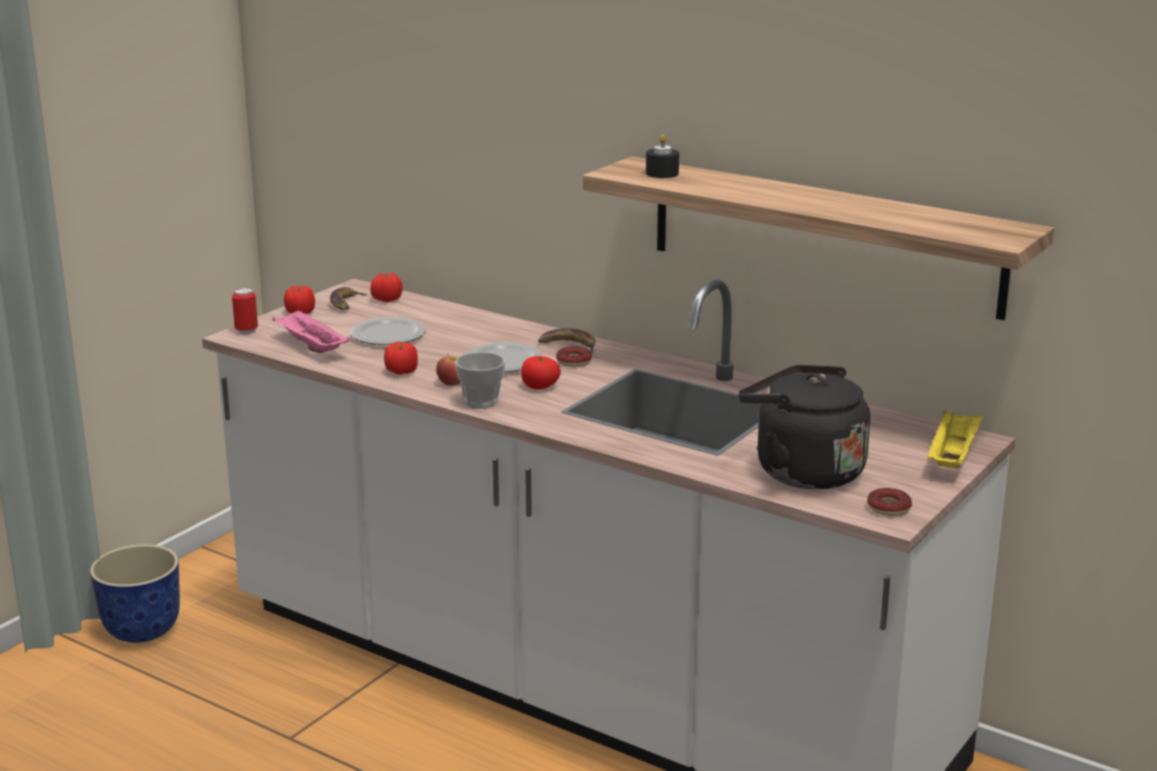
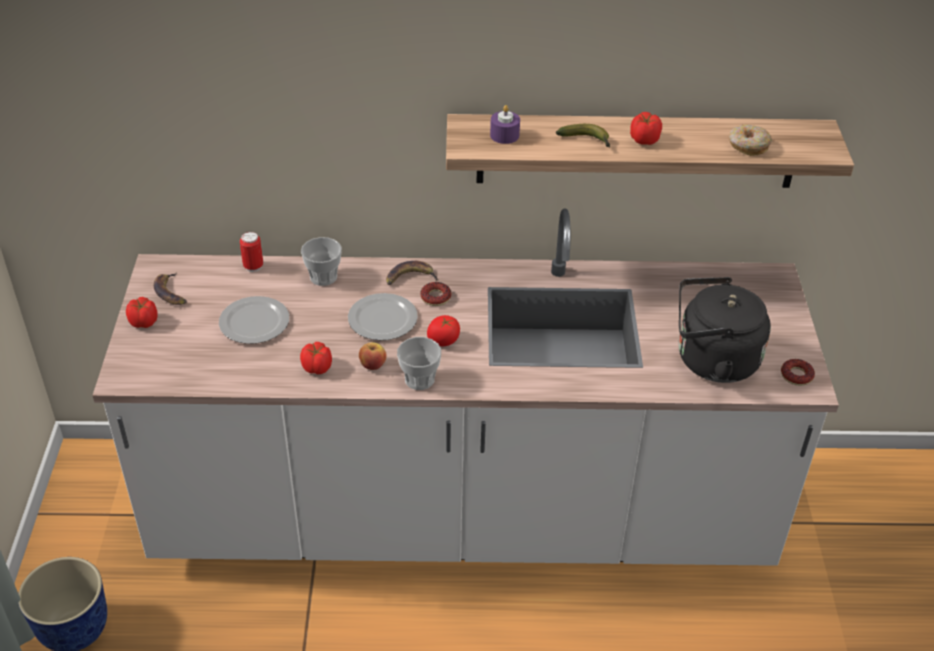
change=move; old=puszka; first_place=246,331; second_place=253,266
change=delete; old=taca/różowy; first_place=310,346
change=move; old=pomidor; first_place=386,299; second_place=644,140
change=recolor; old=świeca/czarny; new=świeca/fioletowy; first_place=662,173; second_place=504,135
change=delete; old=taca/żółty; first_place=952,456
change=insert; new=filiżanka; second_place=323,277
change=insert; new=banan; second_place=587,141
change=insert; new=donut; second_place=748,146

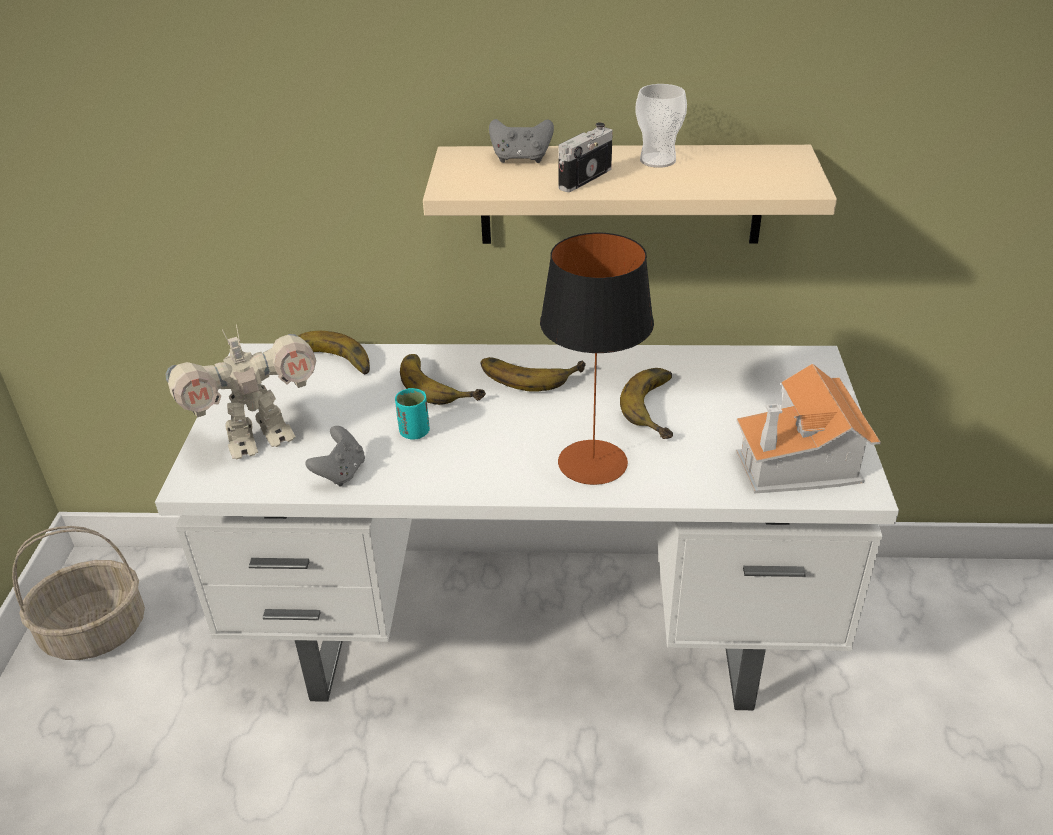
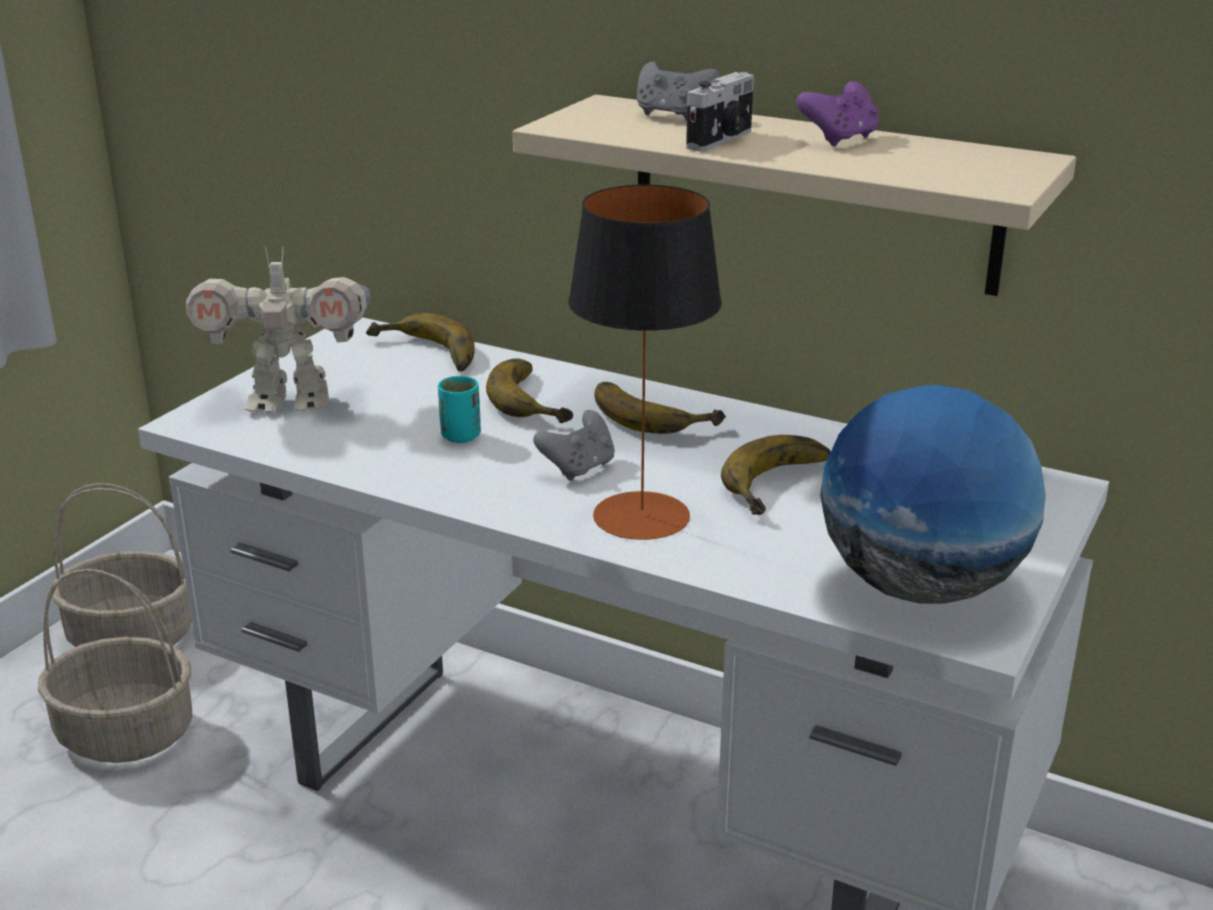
change=move; old=pad do gier/szary; first_place=341,473; second_place=579,468
change=rotate; old=aparat fotograficzny; first_place=583,178; second_place=722,140; degrees=150
change=replace; old=filiżanka; new=pad do gier/fioletowy; first_place=657,160; second_place=840,139
change=replace; old=domek; new=globus; first_place=800,462; second_place=920,587
change=insert; new=koszyk; second_place=124,734

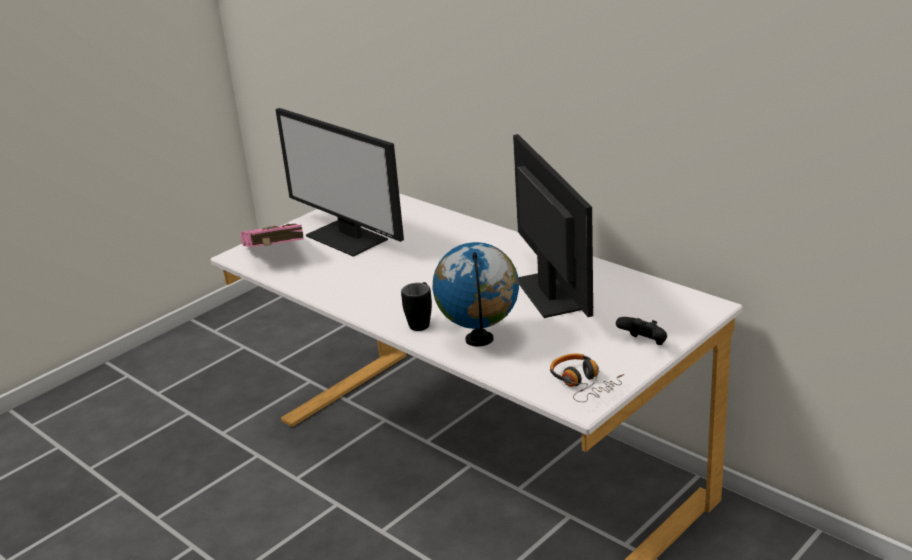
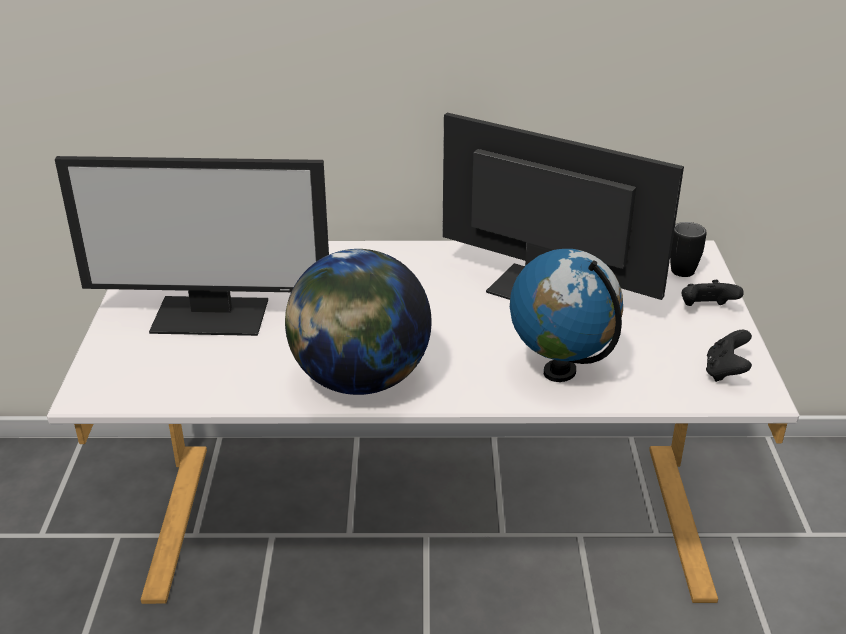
change=delete; old=książka/różowy; first_place=274,256
change=move; old=kubek/czarny; first_place=421,322; second_place=677,267
change=replace; old=słuchawki; new=pad do gier/czarny; first_place=583,384; second_place=725,372
change=insert; new=globus; second_place=360,380

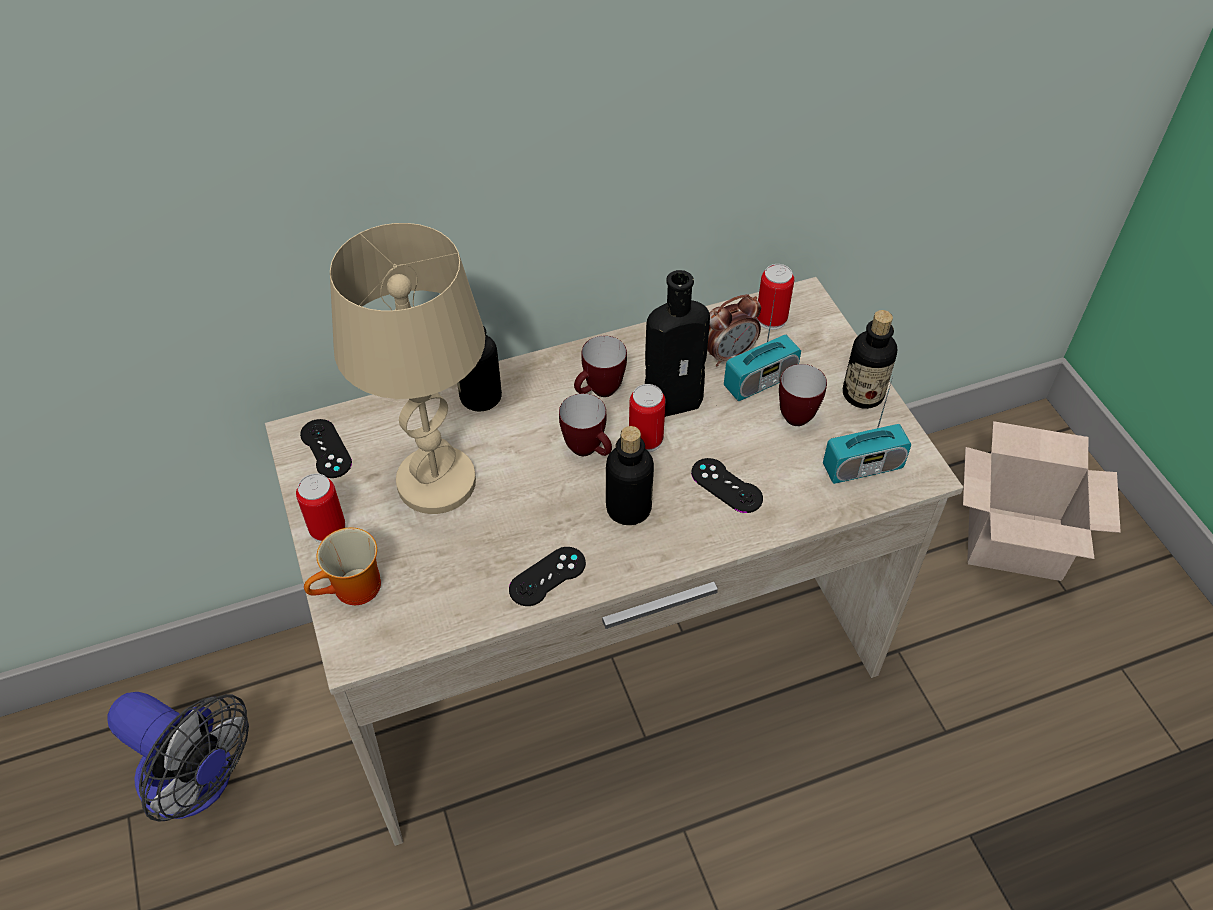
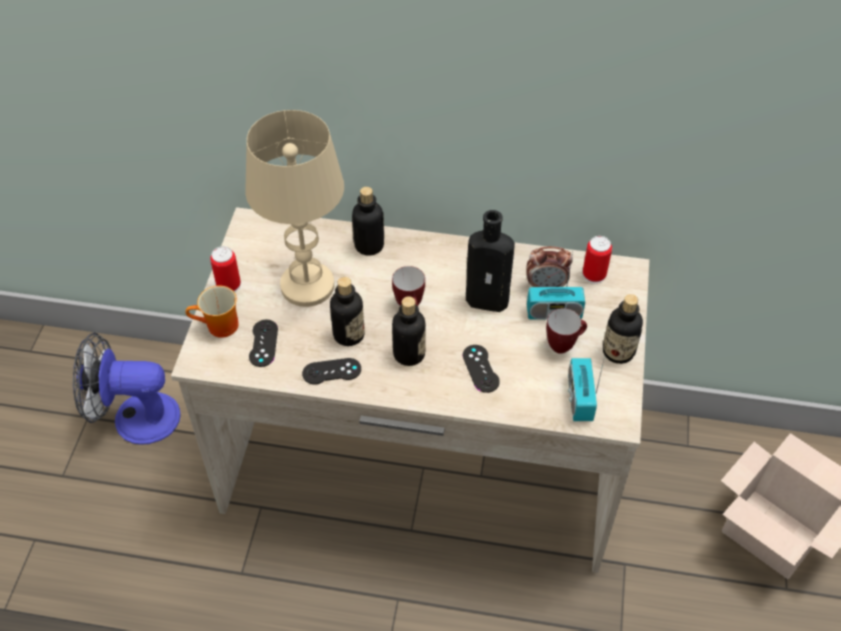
change=rotate; old=wentylator; first_place=198,782; second_place=134,418; degrees=120
change=move; old=pad do gier/czarny; first_place=326,449; second_place=263,343
change=delete; old=kubek; first_place=599,393
change=delete; old=puszka; first_place=645,439
change=rotate; old=radio; first_place=862,467; second_place=579,398; degrees=75
change=insert; new=butelka; second_place=348,334

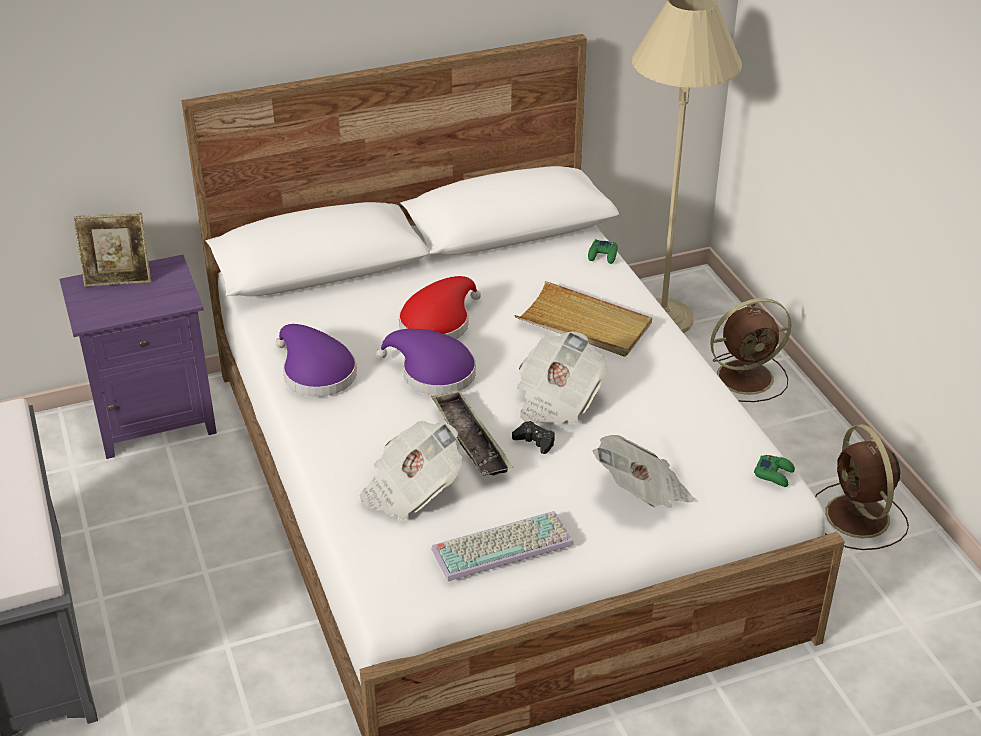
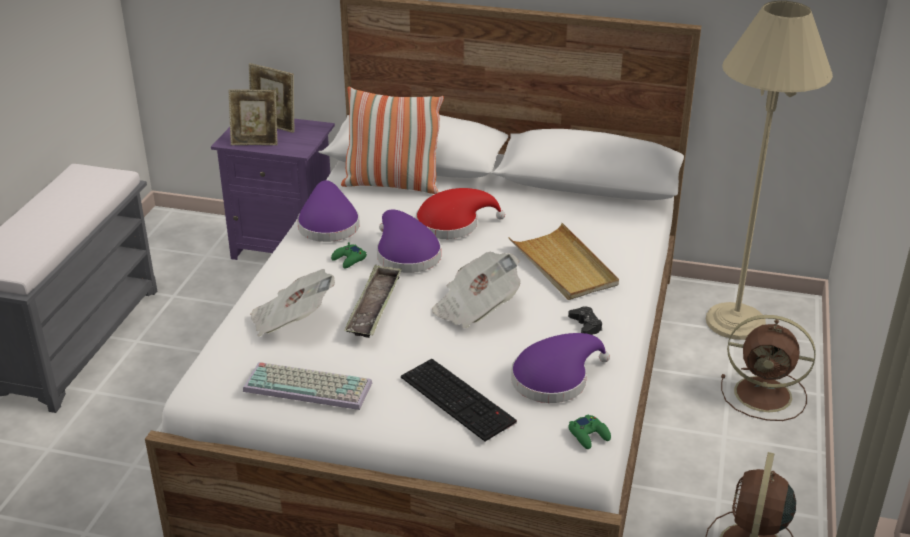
change=move; old=pad do gier/czarny; first_place=535,441; second_place=585,325
change=move; old=pad do gier/zielony; first_place=603,255; second_place=349,260
change=replace; old=gazeta; new=klawiatura; first_place=642,493; second_place=459,399
change=insert; new=ramka na zdjęcie; second_place=255,141
change=insert; new=poduszka; second_place=392,185
change=insert; new=kapelusz/fioletowy; second_place=554,379

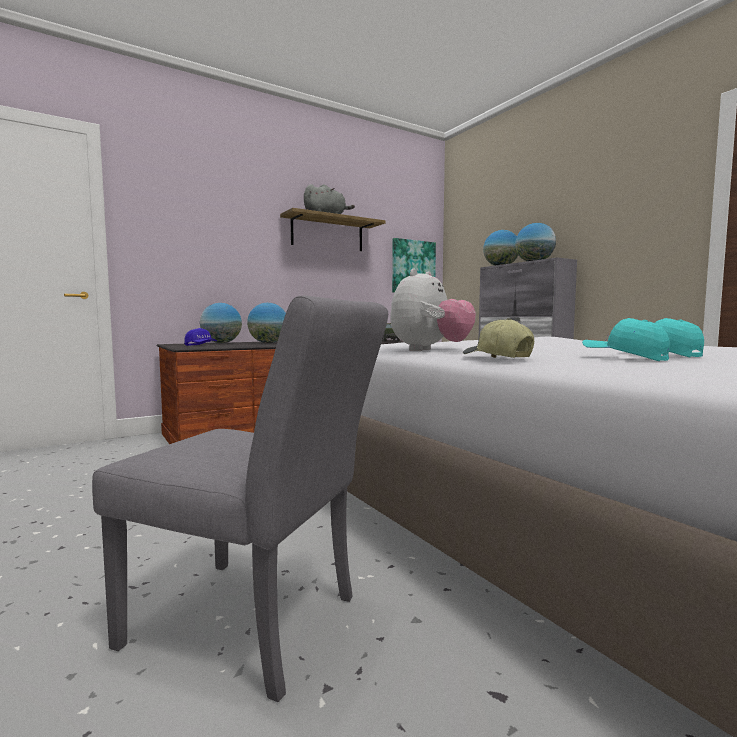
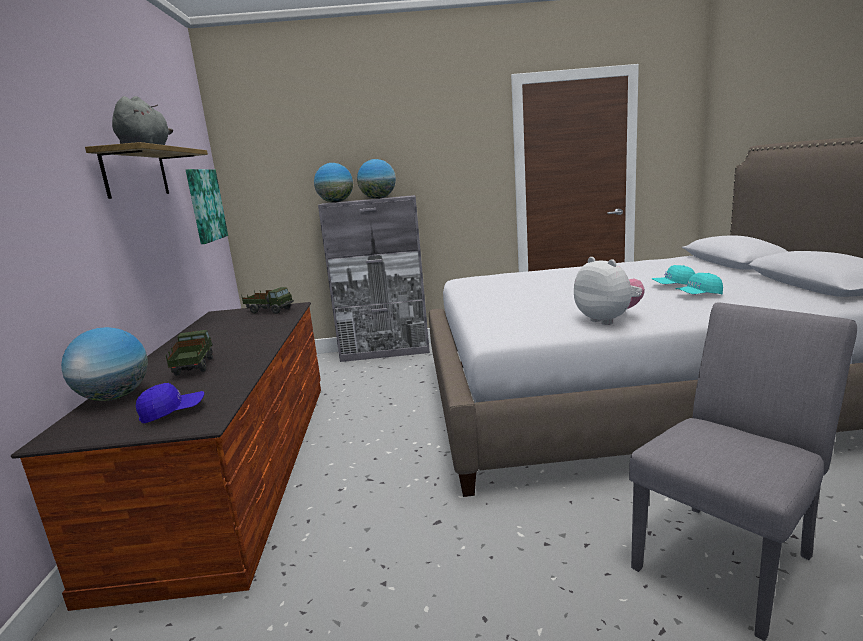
change=replace; old=globus; new=ciężarówka zabawkowa; first_place=268,343; second_place=194,367
change=delete; old=czapka z daszkiem; first_place=496,358

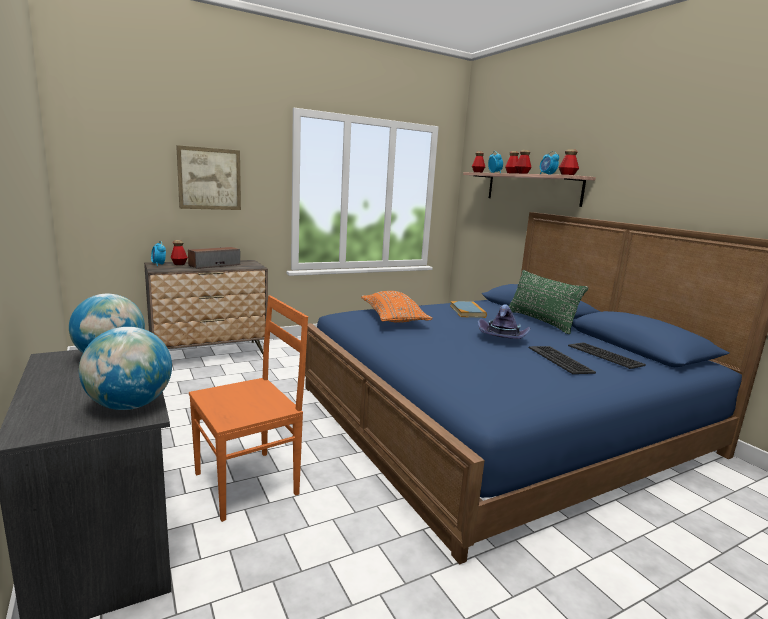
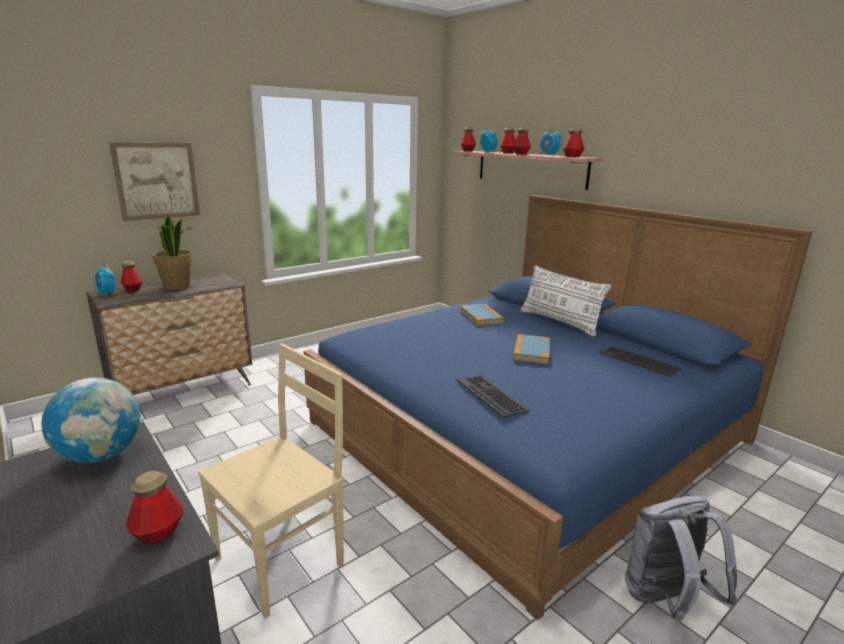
change=replace; old=globus; new=butelka; first_place=130,405; second_place=158,533
change=replace; old=głośnik; new=roślina doniczkowa; first_place=214,265; second_place=177,286
change=recolor; old=krzesło/pomarańczowy; new=krzesło/beżowy; first_place=249,482; second_place=282,559
change=delete; old=poduszka/pomarańczowy; first_place=393,318
change=replace; old=kapelusz/fioletowy; new=książka; first_place=502,338; second_place=531,351
change=recolor; old=poduszka/zielony; new=poduszka/biały; first_place=540,321; second_place=559,322
change=move; old=klawiatura; first_place=560,360; second_place=491,395
change=insert; new=plecak/szary; second_place=665,600

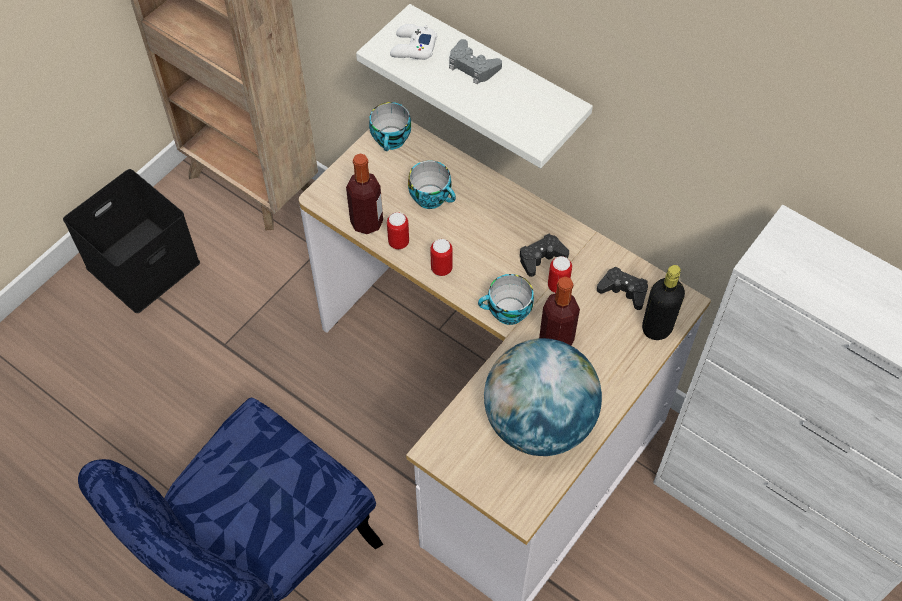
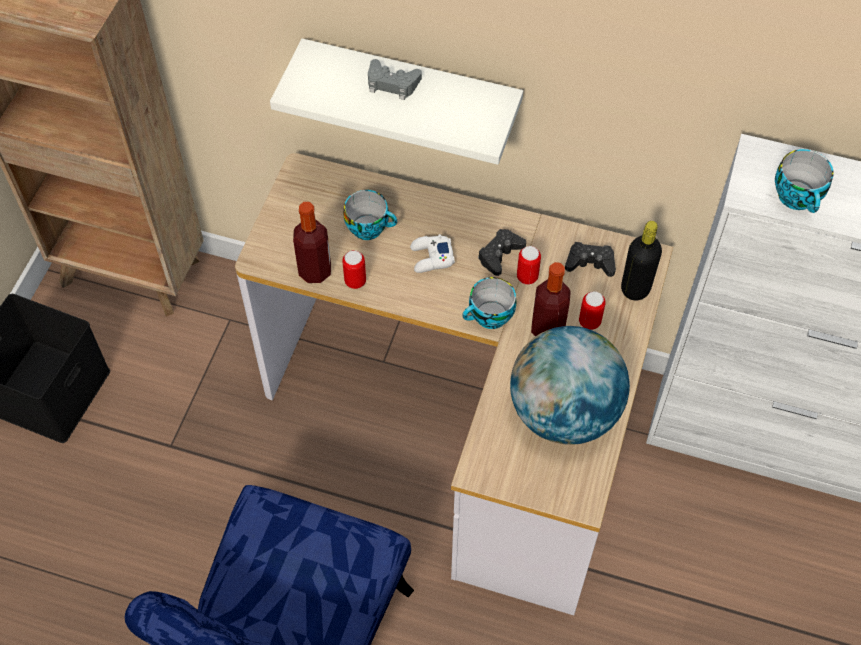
change=move; old=filiżanka; first_place=392,140; second_place=799,197
change=move; old=pad do gier/biały; first_place=413,47; second_place=431,257
change=move; old=puszka; first_place=441,269; second_place=589,322

